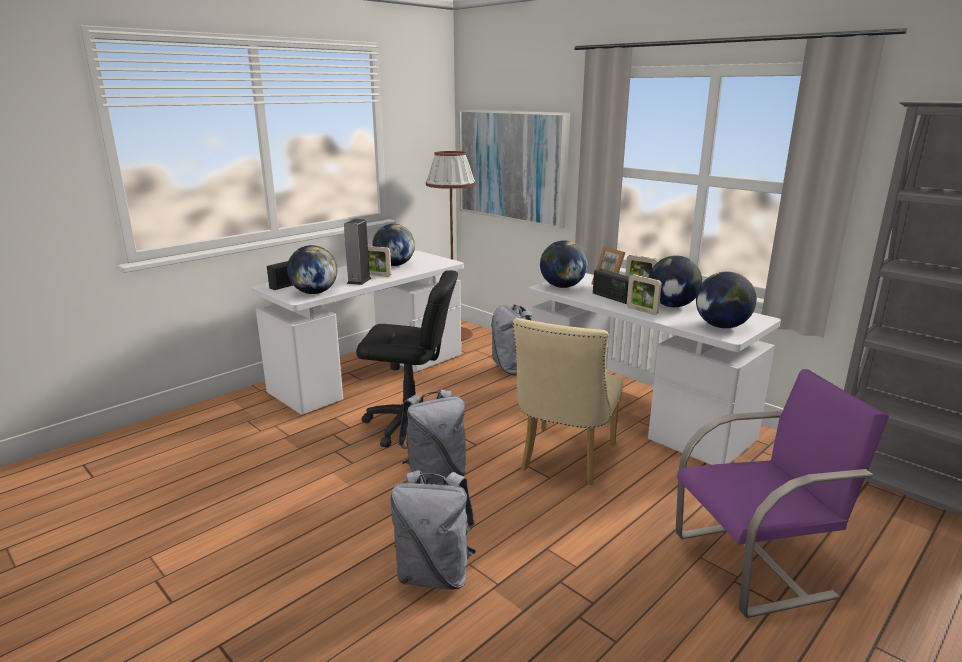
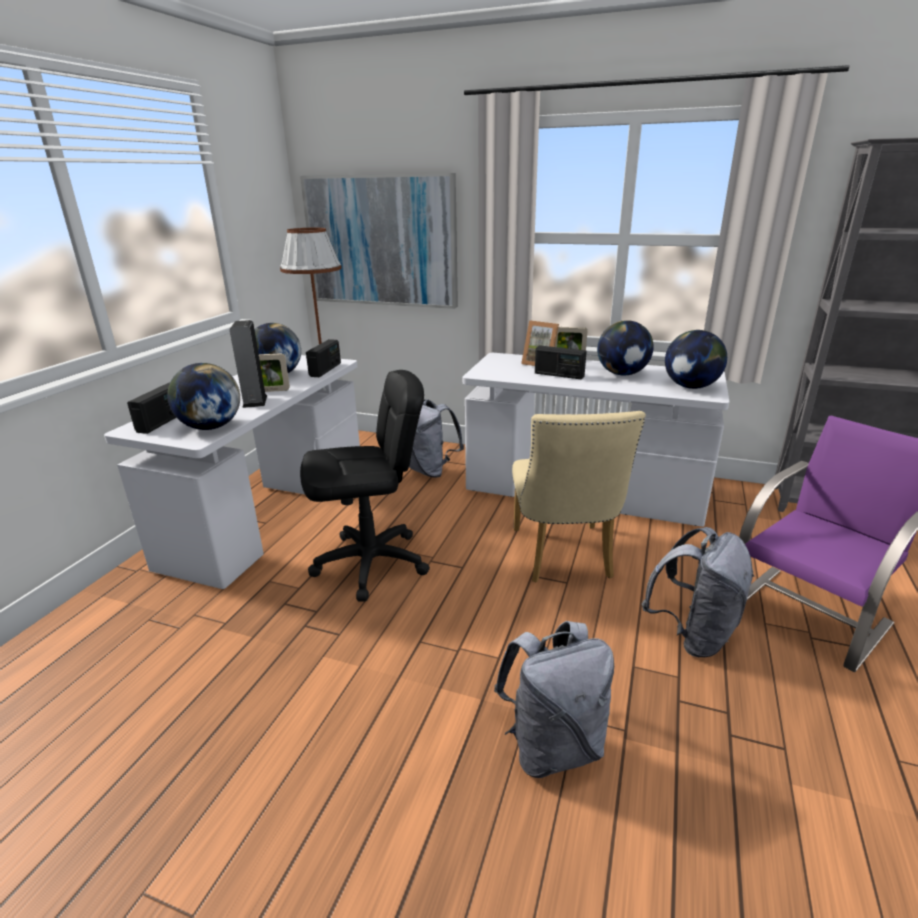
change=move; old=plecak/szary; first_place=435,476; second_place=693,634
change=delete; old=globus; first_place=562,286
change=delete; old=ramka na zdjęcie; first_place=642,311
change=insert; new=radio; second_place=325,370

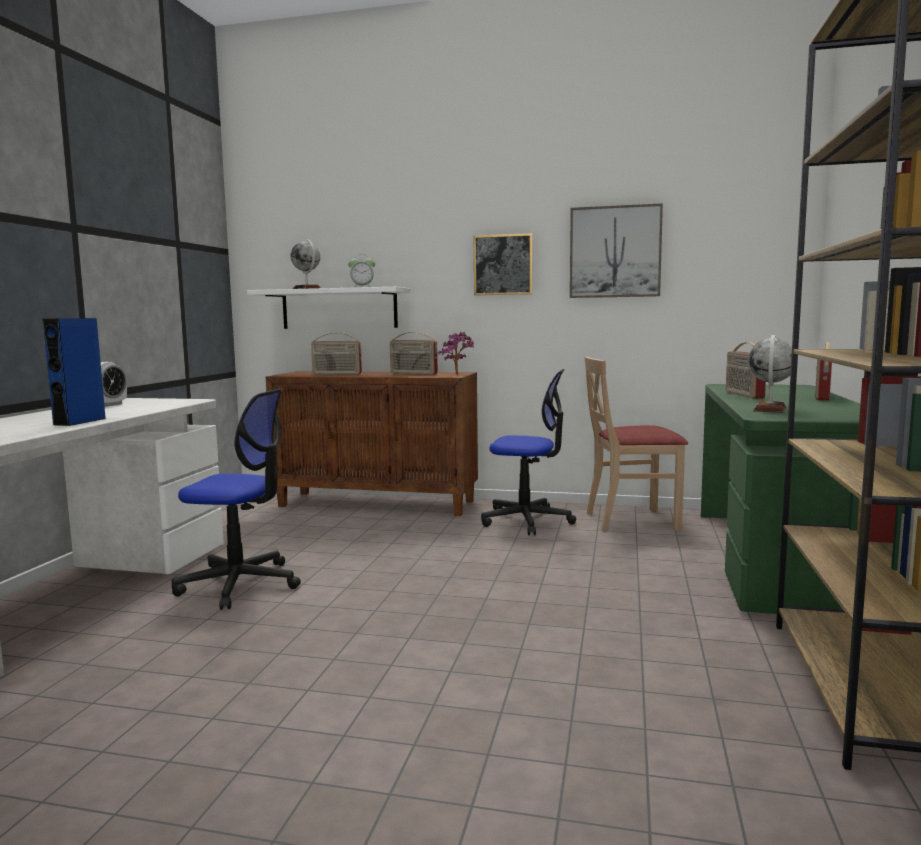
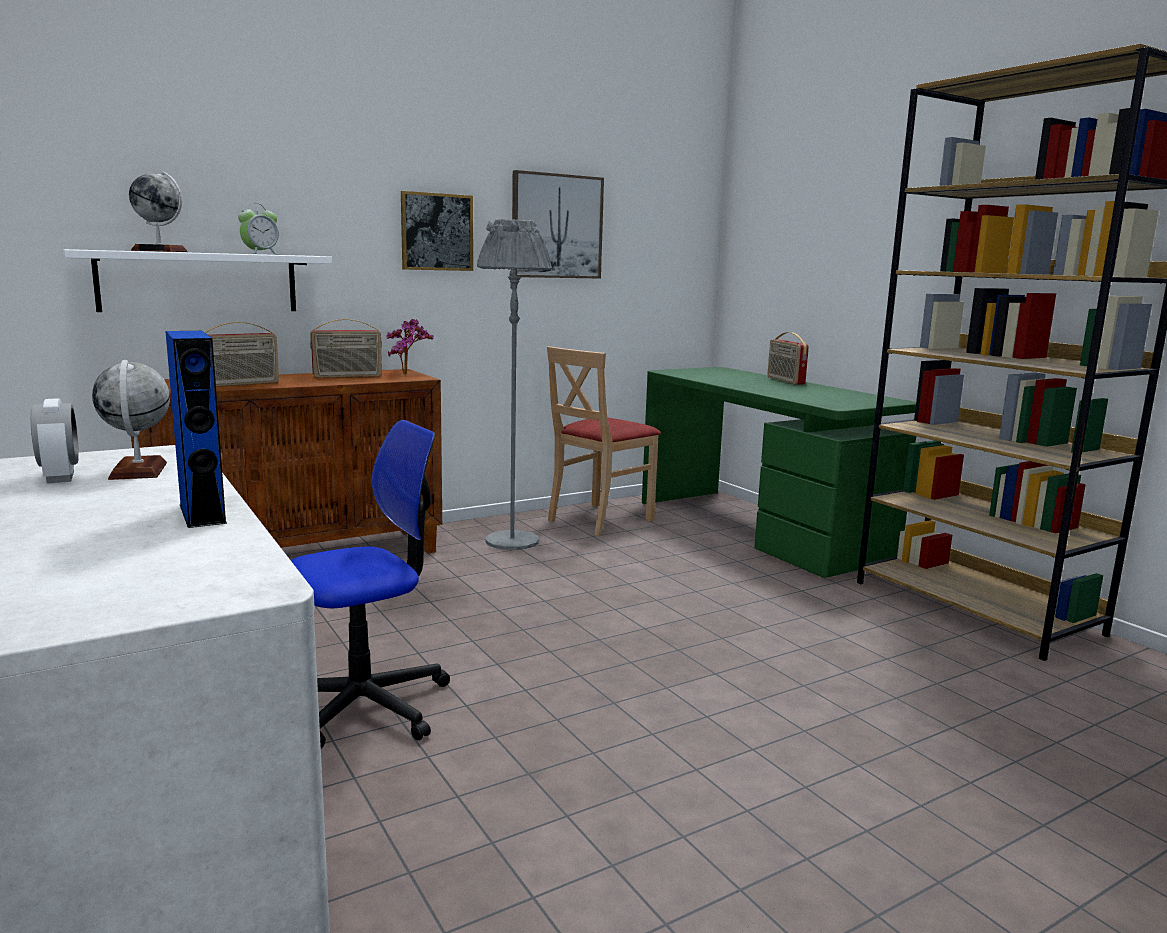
change=replace; old=krzesło biurowe; new=lampa stojąca/szary; first_place=527,520; second_place=512,541
change=delete; old=radio; first_place=743,395
change=move; old=globus; first_place=770,409; second_place=138,471

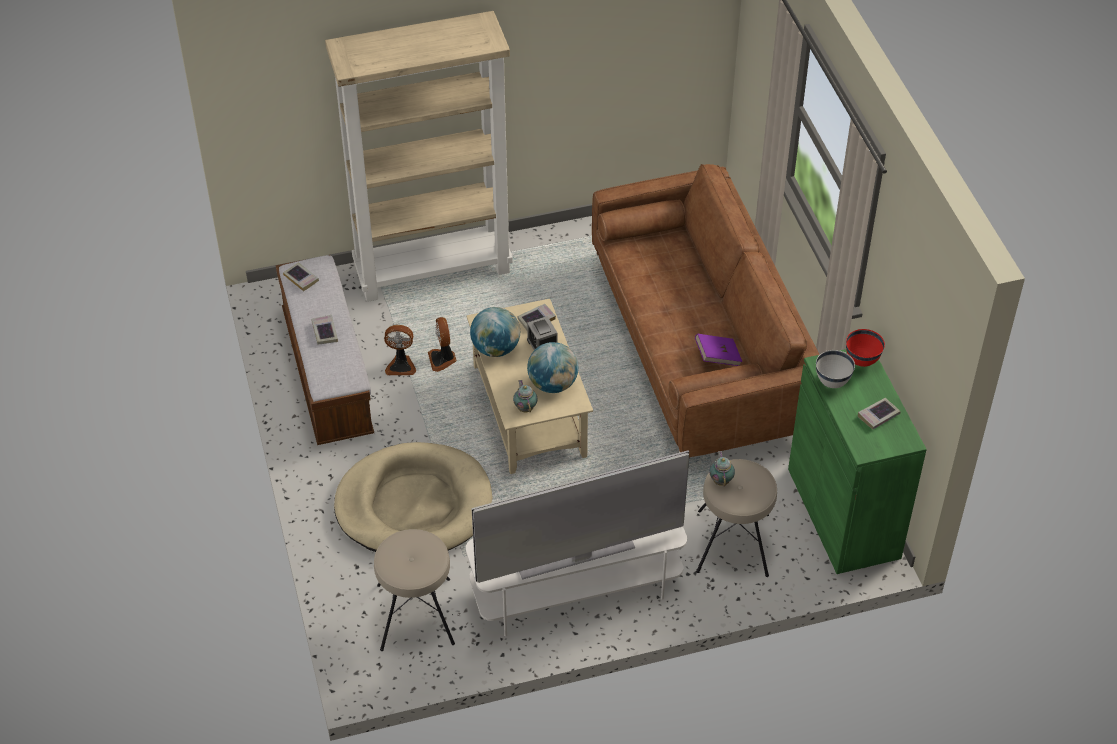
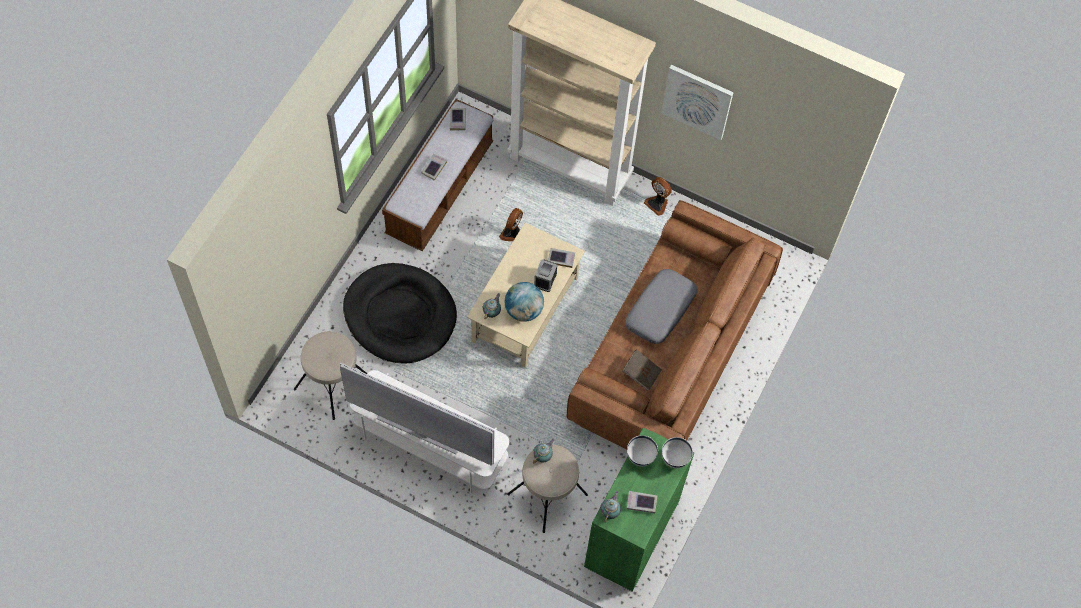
change=recolor; old=legowisko/beżowy; new=legowisko/czarny; first_place=414,505; second_place=400,315
change=move; old=wentylator; first_place=401,365; second_place=657,203
change=delete; old=globus; first_place=496,349
change=recolor; old=książka/fioletowy; new=książka/brązowy; first_place=717,357; second_place=641,373
change=recolor; old=miska/czerwony; new=miska/biały; first_place=861,361; second_place=674,459
change=insert; new=imbryk; second_place=610,512
change=insert; new=poduszka/szary; second_place=660,311
change=insert; new=obraz; second_place=697,101

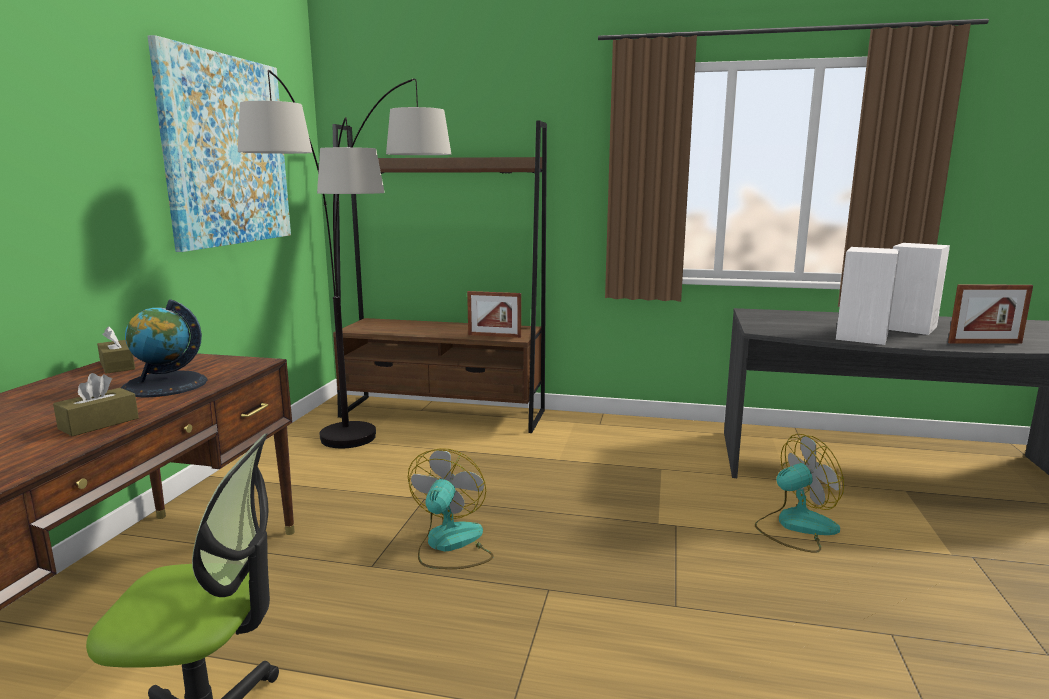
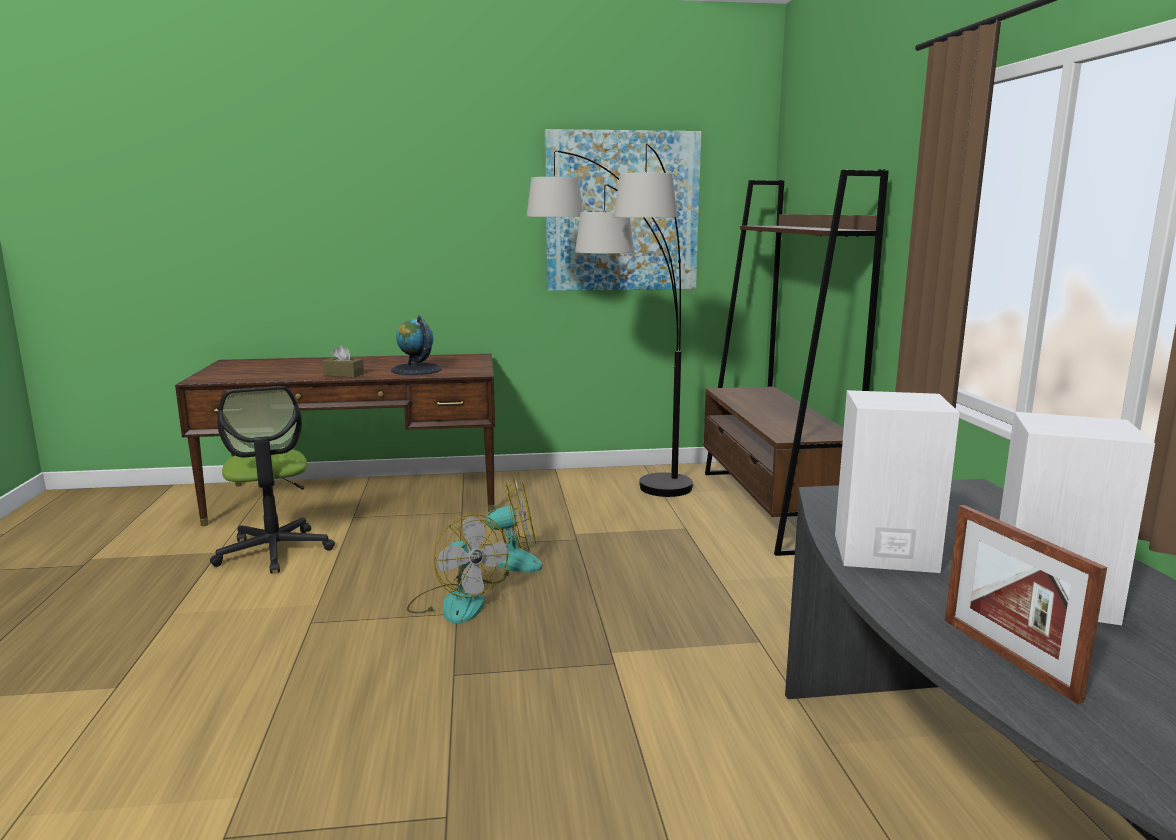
change=delete; old=pudełko chusteczek/brązowy; first_place=117,366
change=delete; old=ramka na zdjęcie; first_place=494,336
change=move; old=wentylator; first_place=795,527; second_place=456,602

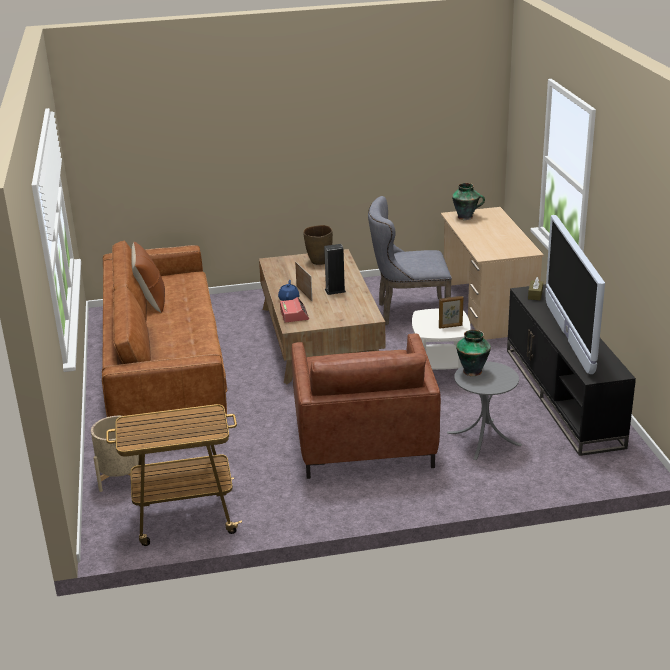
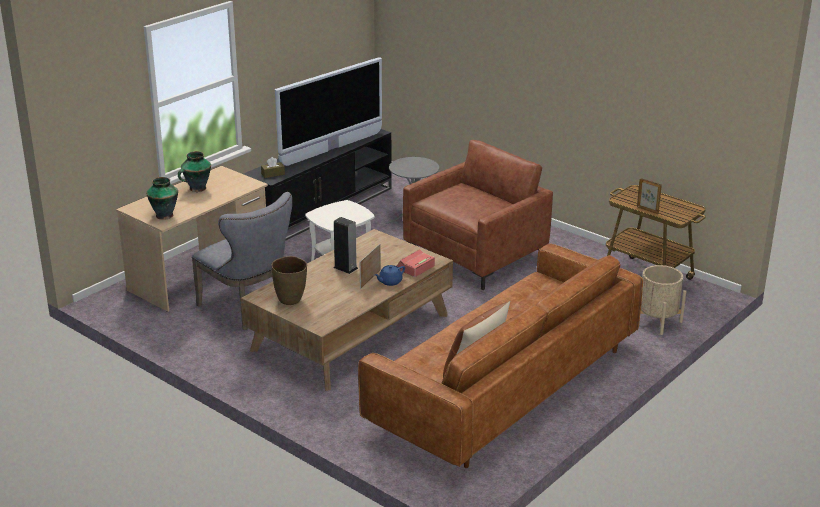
change=move; old=ramka na zdjęcie; first_place=450,326; second_place=647,210
change=move; old=wazon; first_place=472,371; second_place=197,189

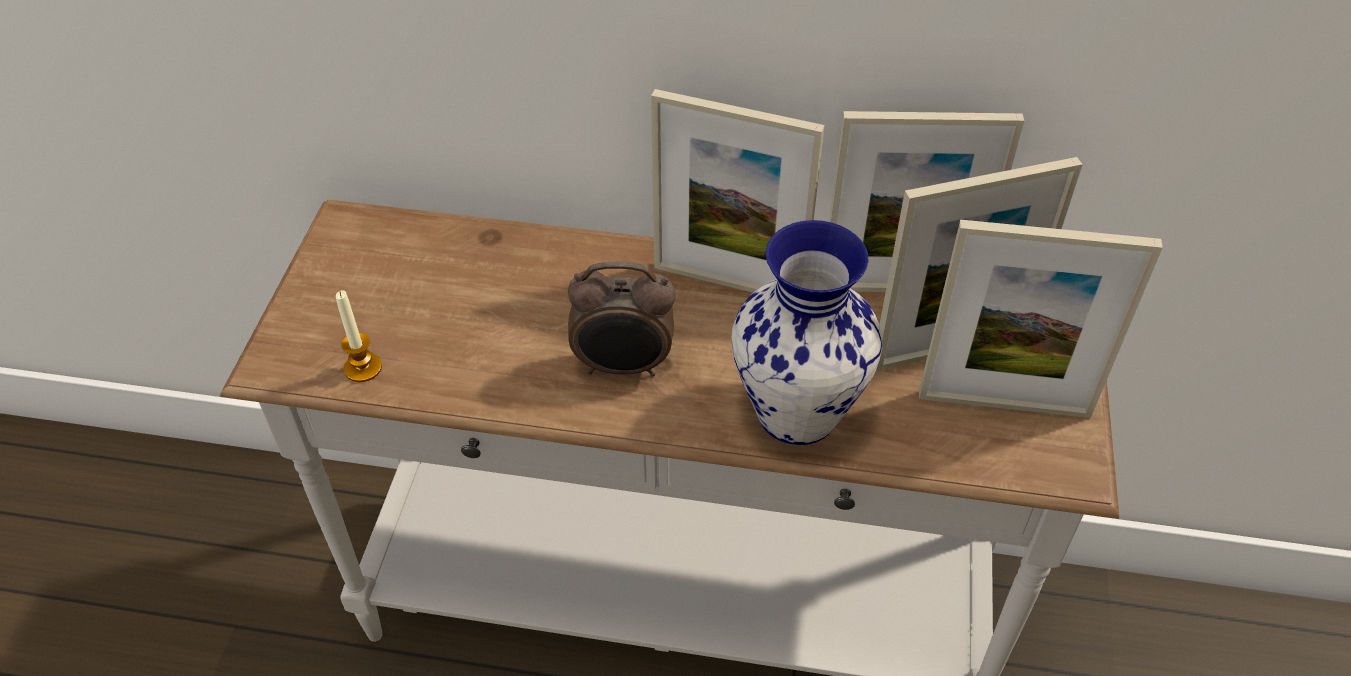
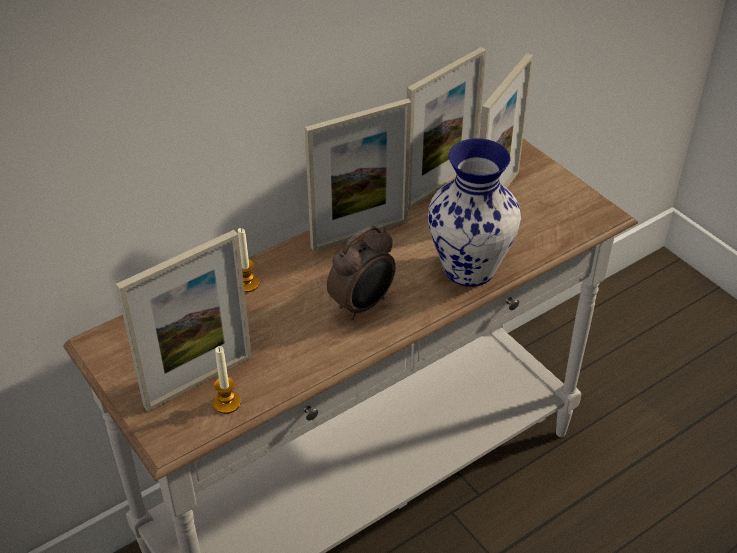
change=move; old=ramka na zdjęcie; first_place=1004,404; second_place=199,381
change=insert; new=świeca; second_place=247,284

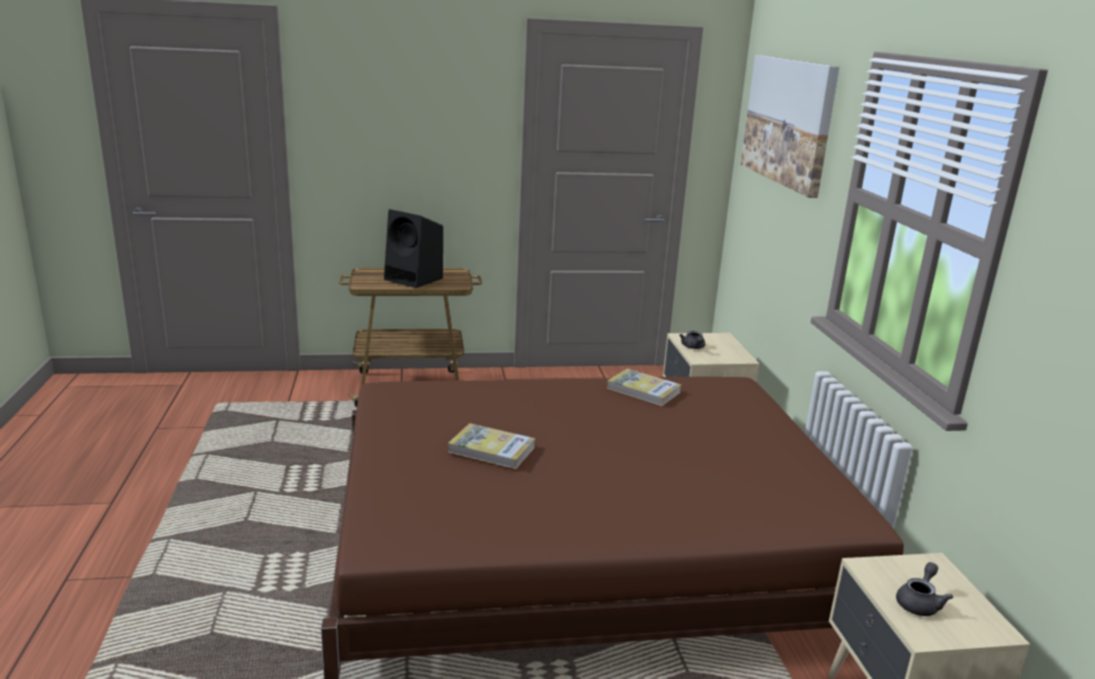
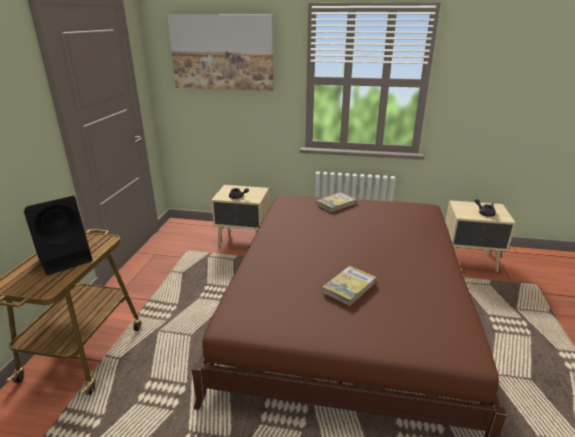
change=move; old=książka; first_place=643,390; second_place=336,204

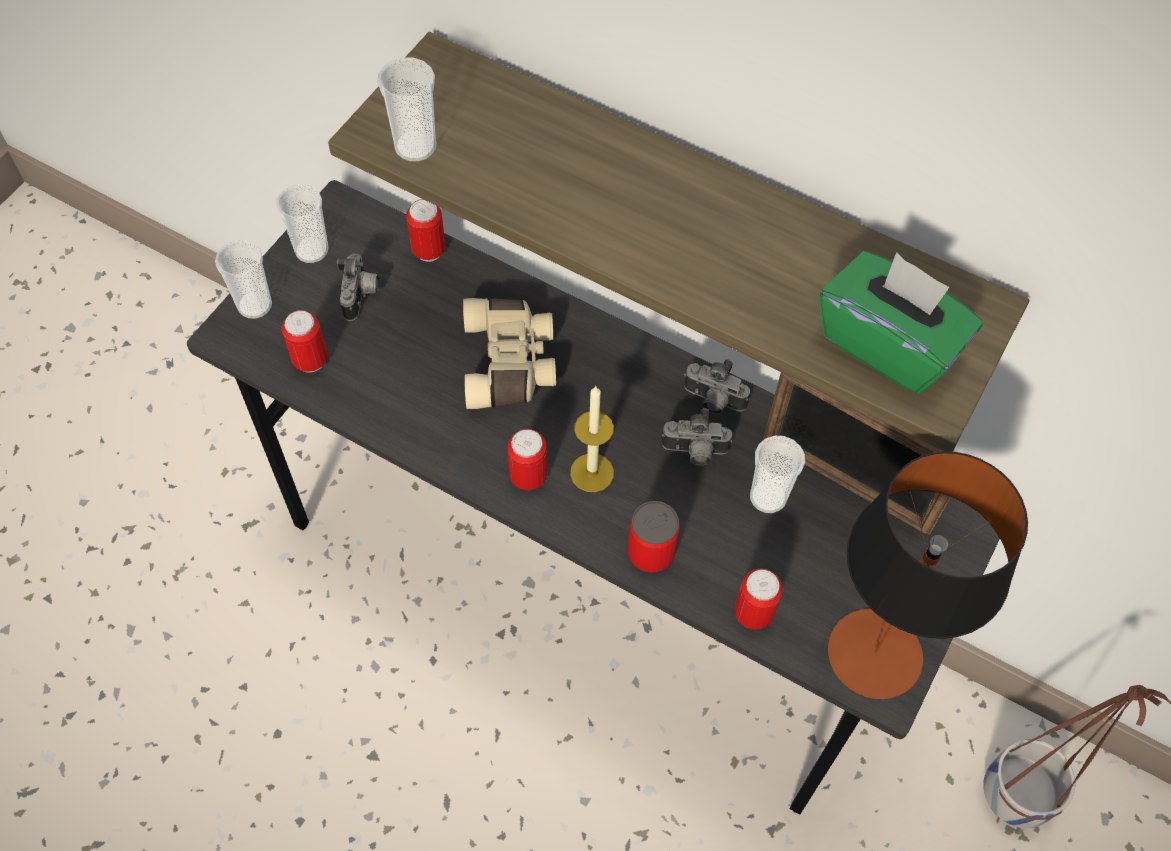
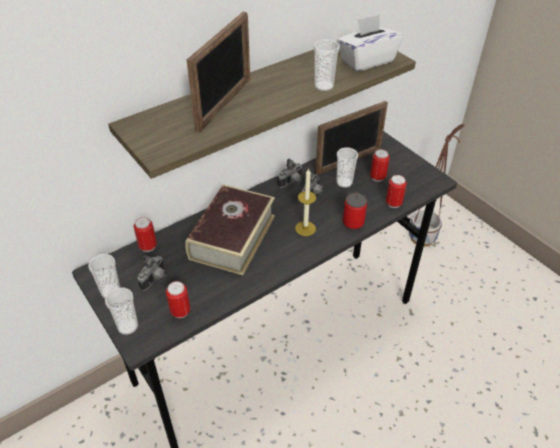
change=rotate; old=aparat fotograficzny; first_place=361,296; second_place=155,280; degrees=90
change=move; old=filiżanka; first_place=415,147; second_place=323,86
change=replace; old=lornetka/beżowy; new=książka; first_place=511,363; second_place=232,237
change=move; old=puszka; first_place=528,477; second_place=377,177
change=recolor; old=pudełko chusteczek/zielony; new=pudełko chusteczek/biały; first_place=888,344; second_place=366,61
change=delete; old=lampa stołowa; first_place=874,654
change=insert; new=ramka na zdjęcie; second_place=224,104

